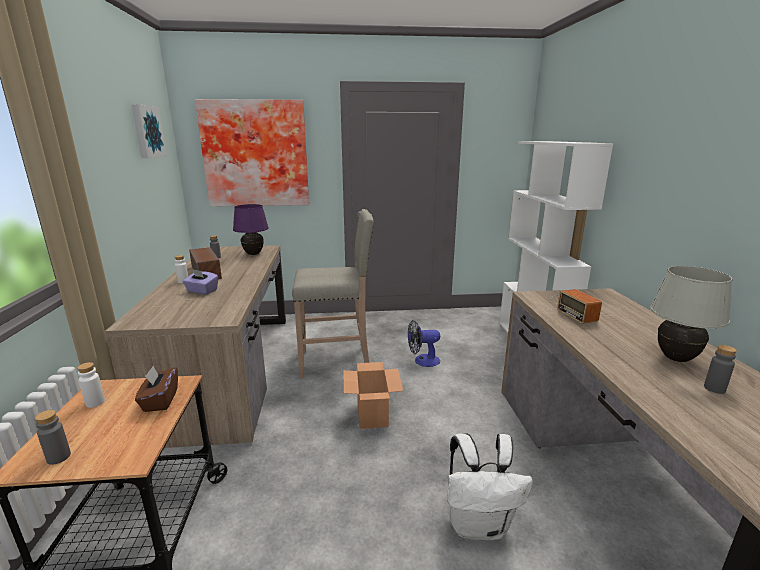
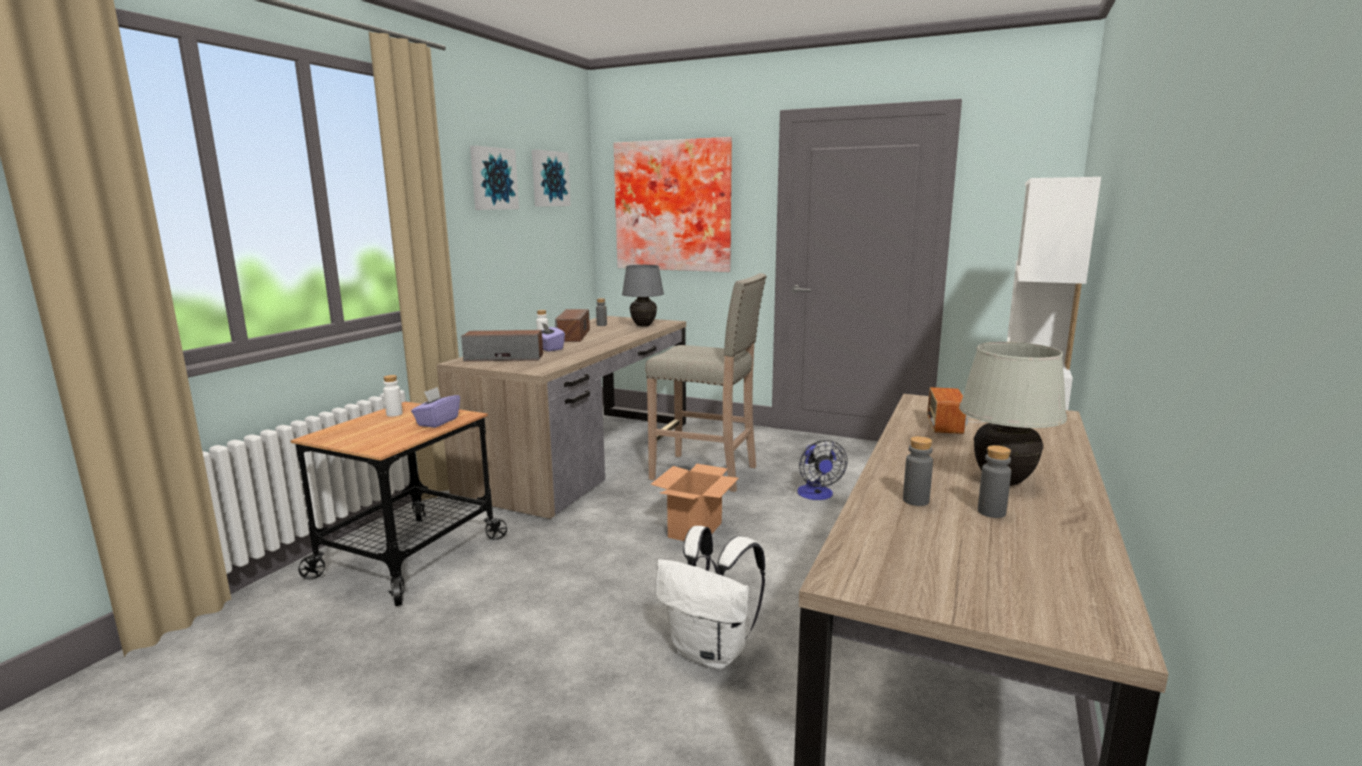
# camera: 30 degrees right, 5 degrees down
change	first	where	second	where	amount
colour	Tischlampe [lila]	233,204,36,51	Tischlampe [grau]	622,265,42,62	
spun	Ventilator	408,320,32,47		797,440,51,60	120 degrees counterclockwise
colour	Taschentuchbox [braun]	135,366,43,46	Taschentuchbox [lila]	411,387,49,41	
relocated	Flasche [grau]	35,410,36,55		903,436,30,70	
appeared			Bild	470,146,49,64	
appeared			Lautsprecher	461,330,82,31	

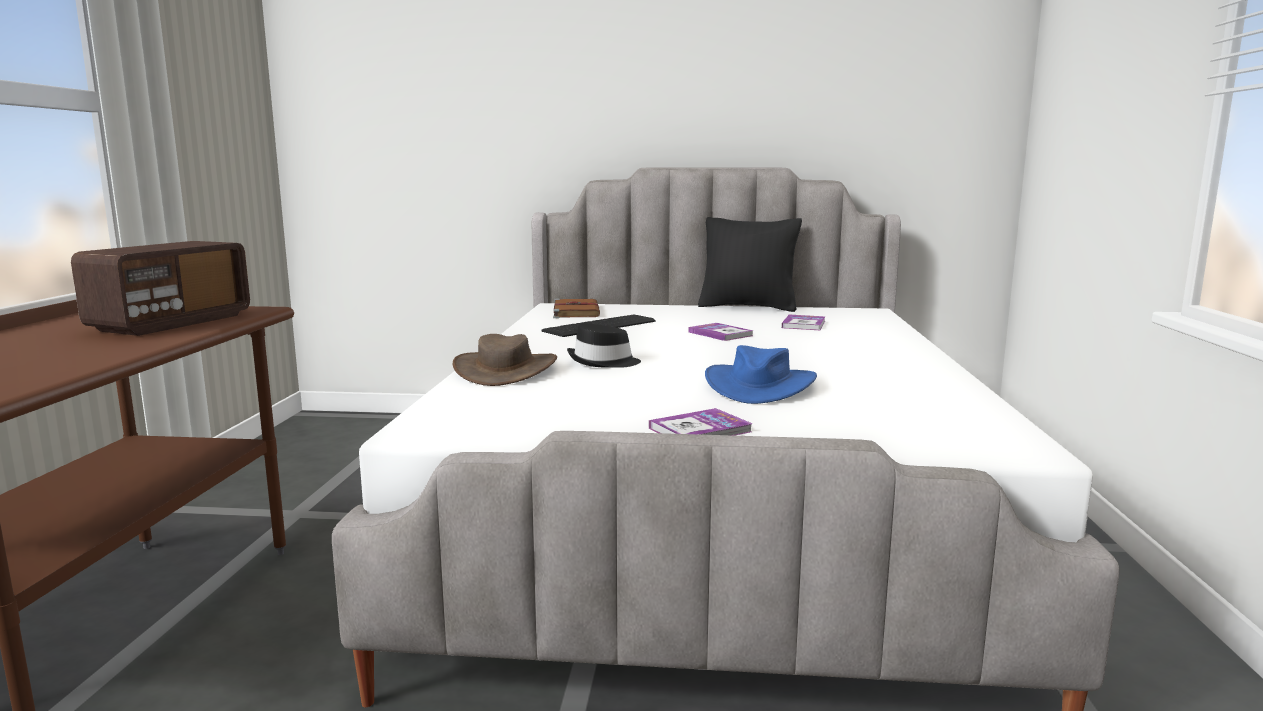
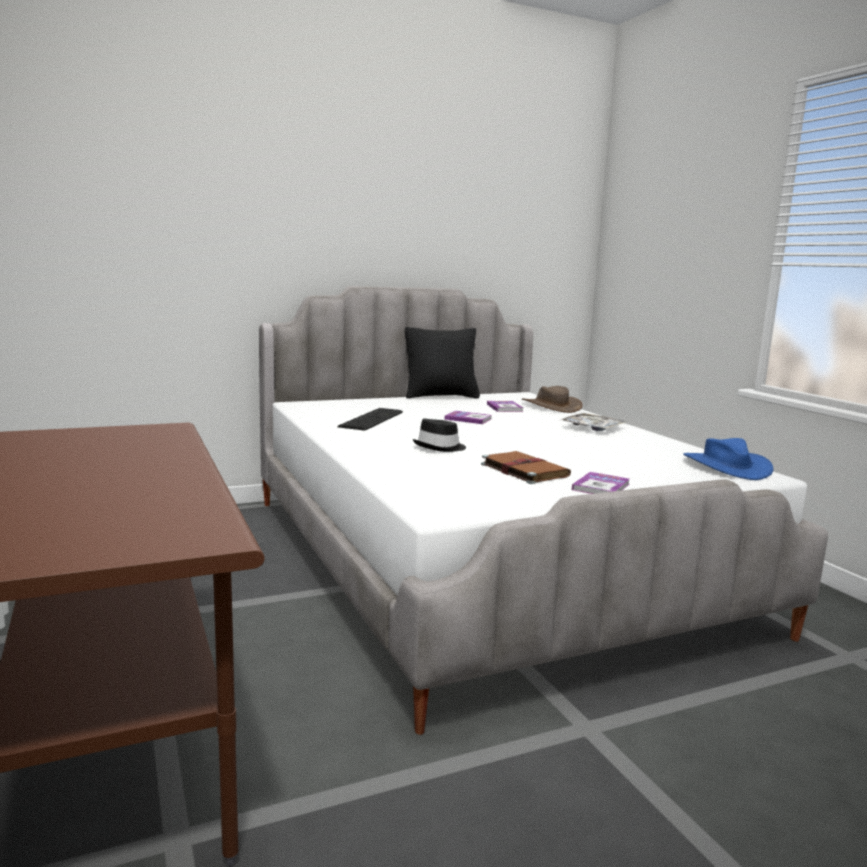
# camera: 30 degrees left, 0 degrees up
change	first	where	second	where	amount
missing	Radio	71,241,179,95			
relocated	Buch [braun]	553,299,47,19		481,451,90,33	
relocated	Hut [braun]	453,334,104,52		522,386,61,27	
relocated	Hut [blau]	705,345,112,59		683,438,90,42	
appeared			Tablett	561,413,66,18	

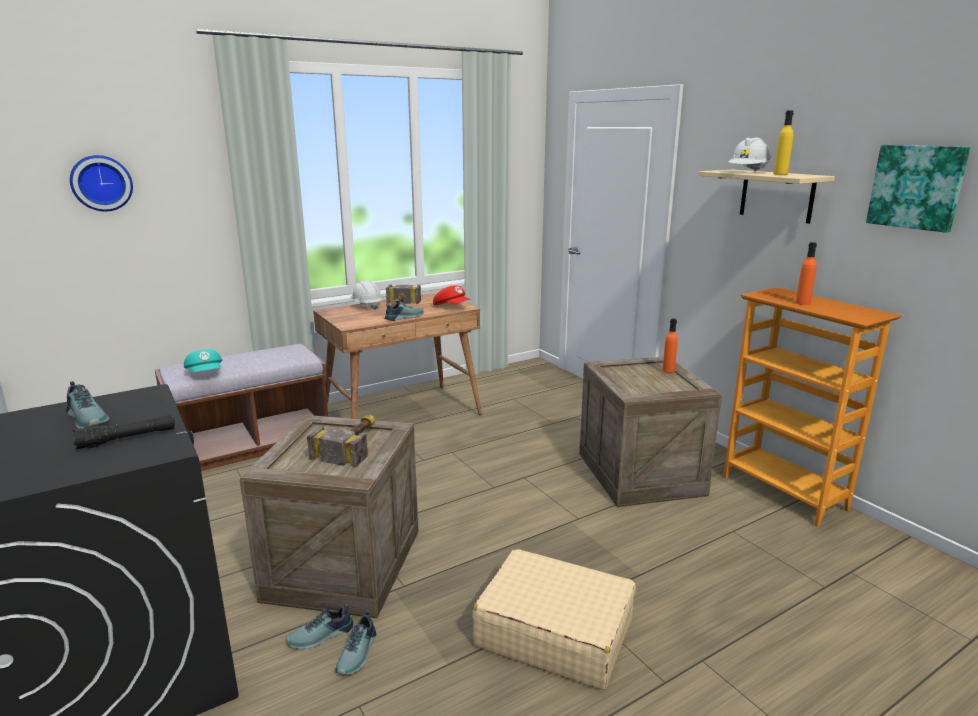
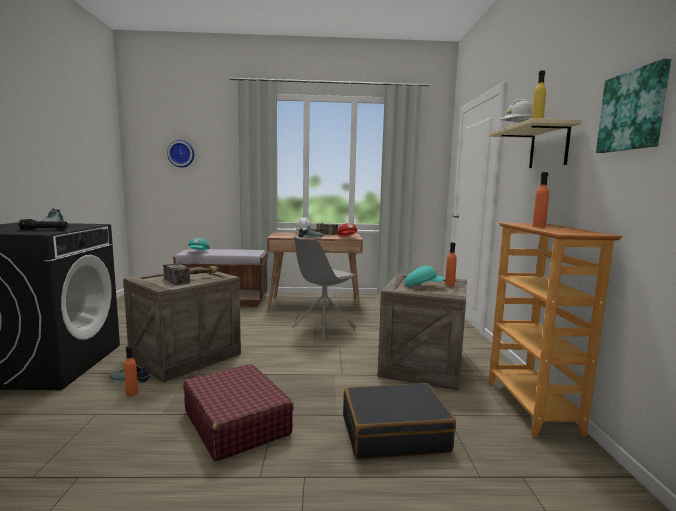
# camera: 30 degrees right, 10 degrees down
change	first	where	second	where	amount
colour	Koffer [beige]	472,549,164,141	Koffer [rot]	183,364,111,97	
exchanged	Schuh	335,611,41,64	Flasche [orange]	124,346,14,50	
appeared			Stuhl [grau]	292,236,64,104	
appeared			Kappe [türkis]	405,266,41,20	
appeared			Koffer [schwarz]	343,383,113,77	

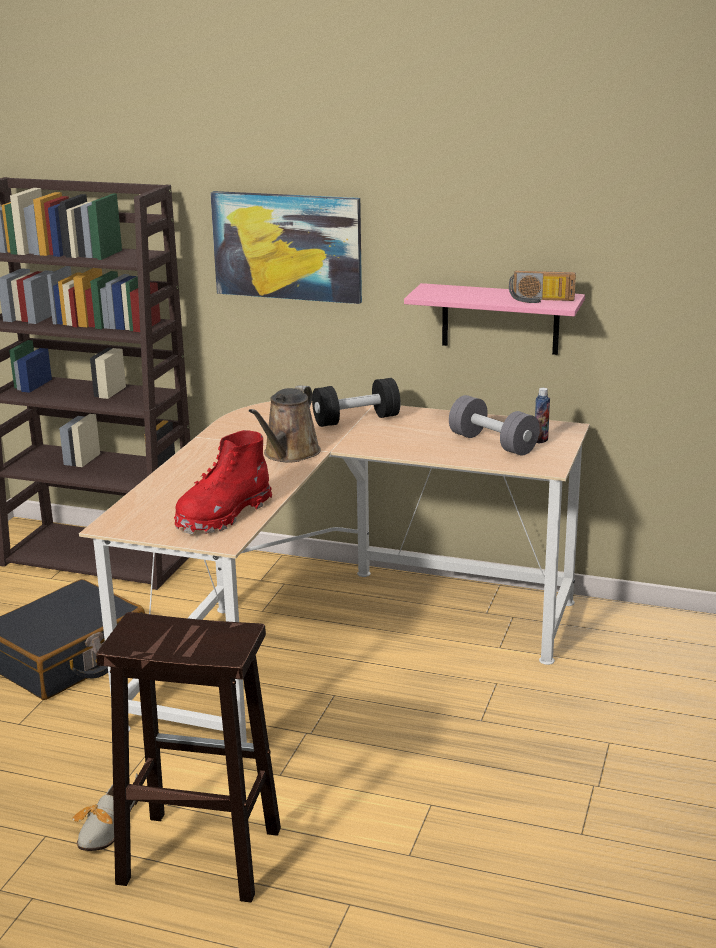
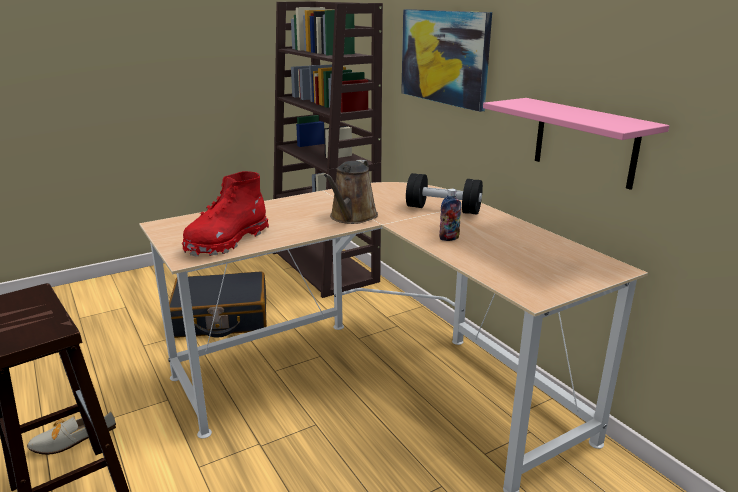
# camera: 40 degrees right, 0 degrees up
change	first	where	second	where	amount
missing	Radio	509,271,67,32			
spun	Gießkanne [braun]	249,385,72,77		324,160,54,64	45 degrees counterclockwise
relocated	Flasche	535,388,15,56		439,189,22,52	
missing	Hantel [grau]	449,395,91,61			
spun	Stiefel [rot]	174,430,98,104		182,171,87,86	45 degrees counterclockwise

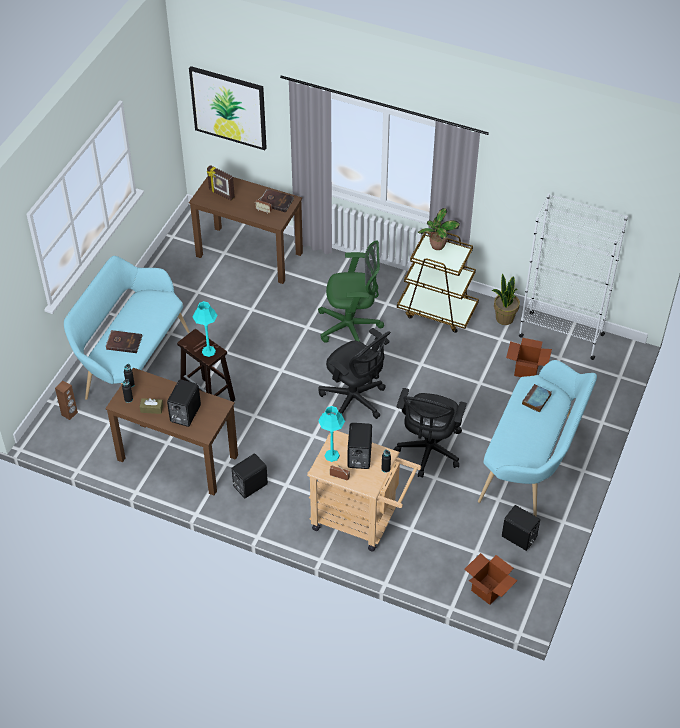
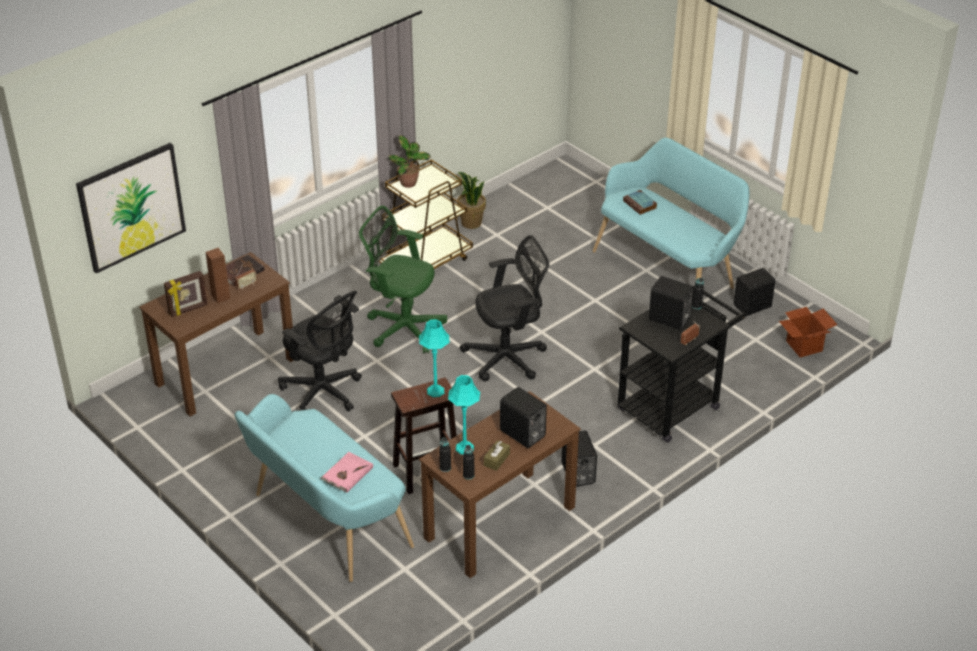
# camera: 65 degrees left, 10 degrees down
change	first	where	second	where	amount
missing	Bücherregal [weiß]	519,193,109,167			
spun	Bürostuhl [grün]	318,241,66,102		359,206,88,147	90 degrees counterclockwise
colour	Buch [braun]	106,330,37,23	Buch [rosa]	320,452,53,41	
missing	Karton	506,338,46,39			
relocated	Lautsprecher [braun]	55,381,23,39		205,248,25,55	
relocated	Bürostuhl [schwarz]	394,388,73,90		278,291,84,120	
relocated	Tischlampe [türkis]	318,406,27,56		448,375,32,79	
colour	Rollwagen [beige]	307,430,114,121	Rollwagen [schwarz]	618,291,128,152	

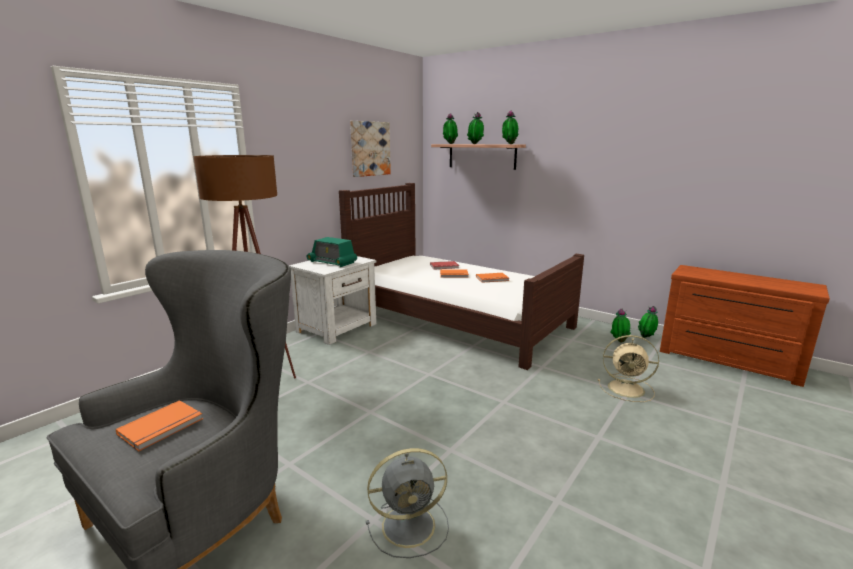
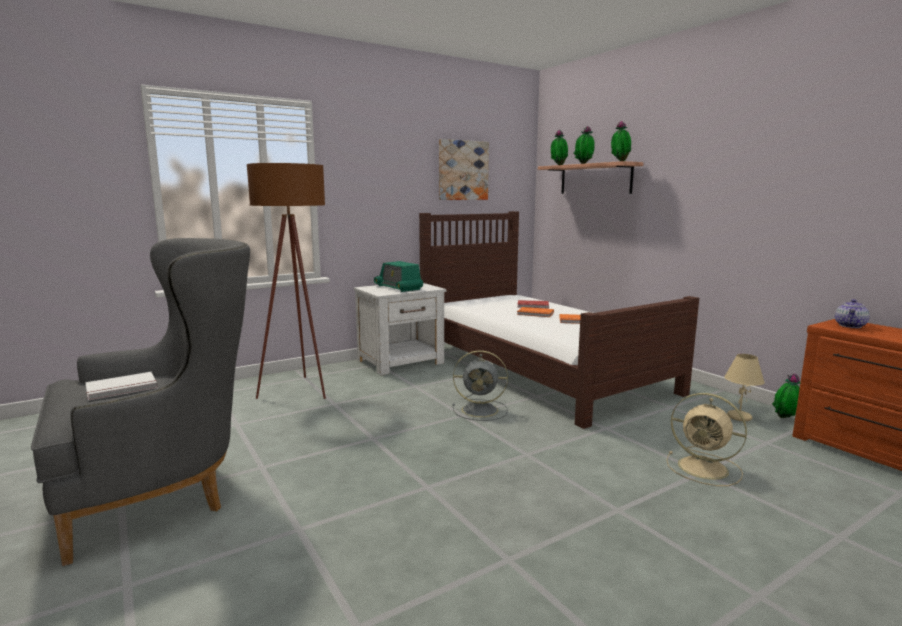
# camera: 20 degrees right, 5 degrees down
change	first	where	second	where	amount
exchanged	Topfpflanze	610,309,21,34	Tischlampe [beige]	724,354,41,67	
colour	Buch [orange]	116,400,87,51	Buch [weiß]	85,372,72,29	
relocated	Ventilator [grau]	366,448,83,110		453,351,55,70	
appeared			Teekanne	835,299,35,29	

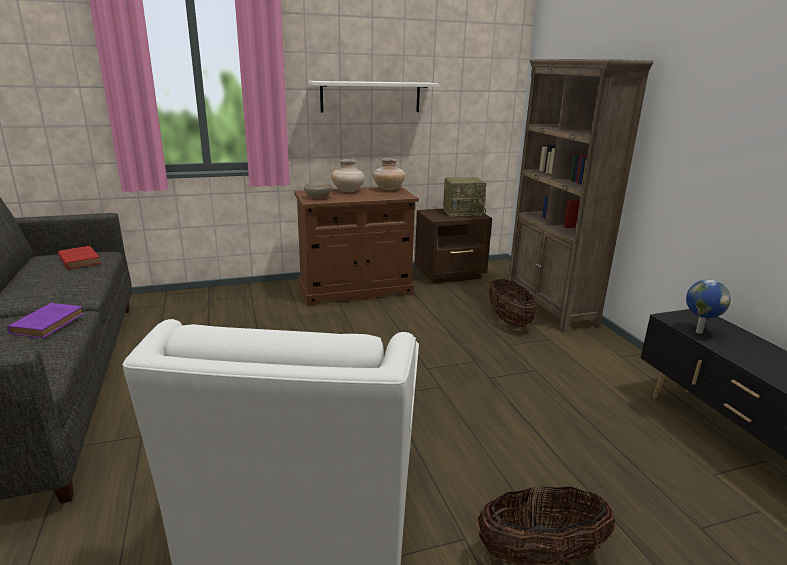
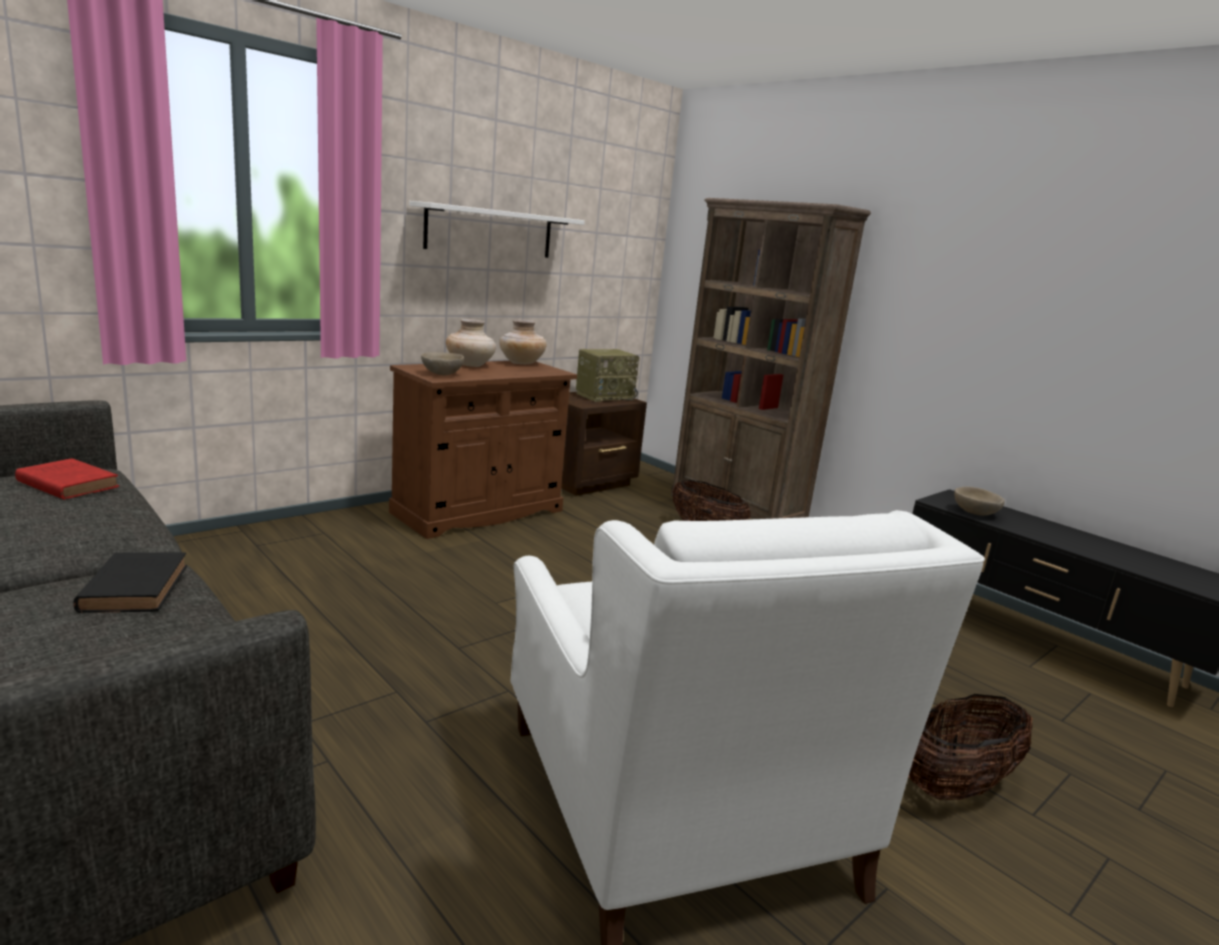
# camera: 25 degrees left, 5 degrees down
change	first	where	second	where	amount
exchanged	Globus	686,279,45,55	Schüssel [beige]	954,487,51,29	
colour	Buch [lila]	7,303,77,35	Buch [schwarz]	74,552,113,61	

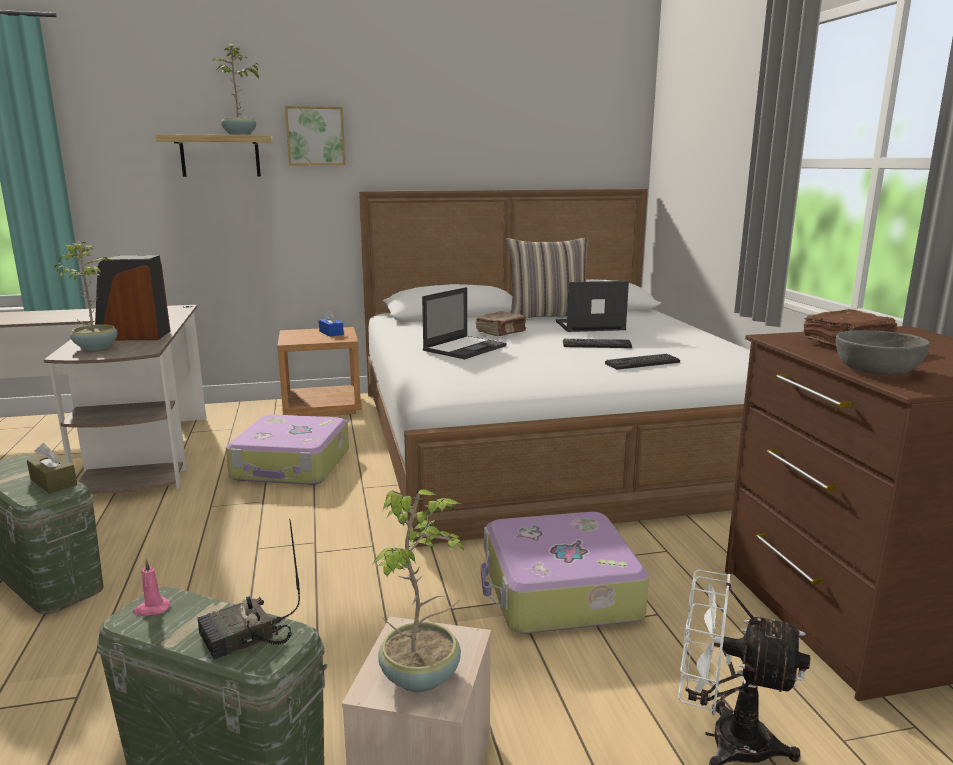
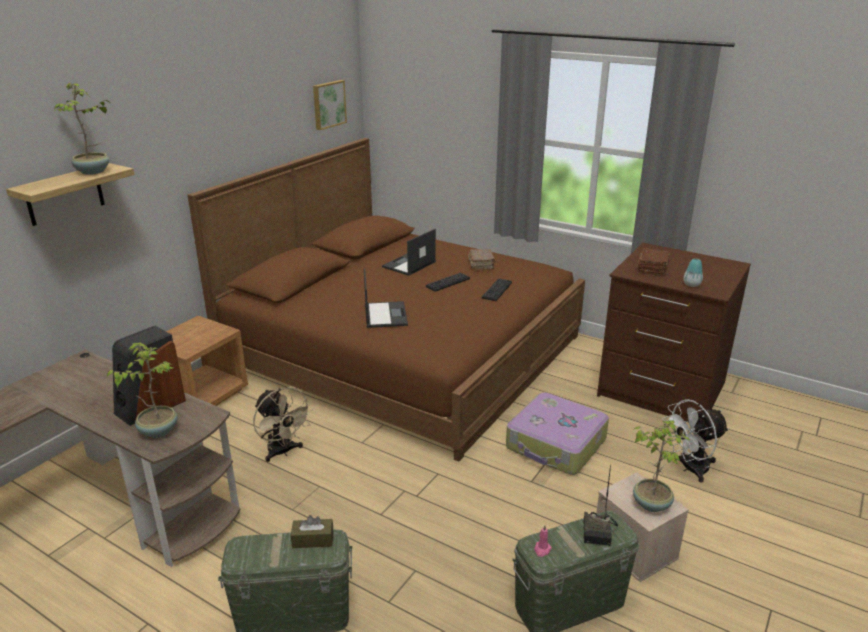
# camera: 45 degrees left, 10 degrees up
change	first	where	second	where	amount
relocated	Bild	285,106,60,59		313,80,34,50	
colour	Bett [weiß]	359,189,391,358	Bett [braun]	188,138,397,323	
missing	Kissen	506,237,82,81			
missing	Taschentuchbox [blau]	319,310,25,27			
relocated	Buch [braun]	476,311,50,25		468,249,28,21	
exchanged	Schüssel [grau]	836,330,94,45	Vase	683,259,20,28	
exchanged	Koffer	226,414,123,71	Ventilator [beige]	253,387,60,75	

